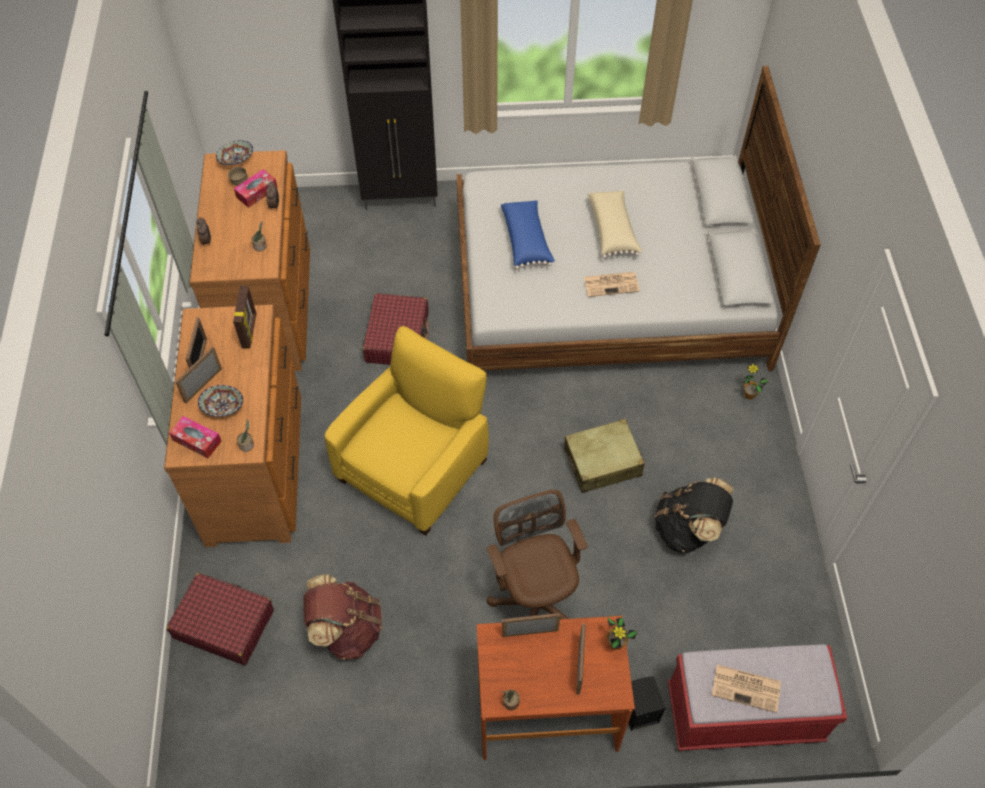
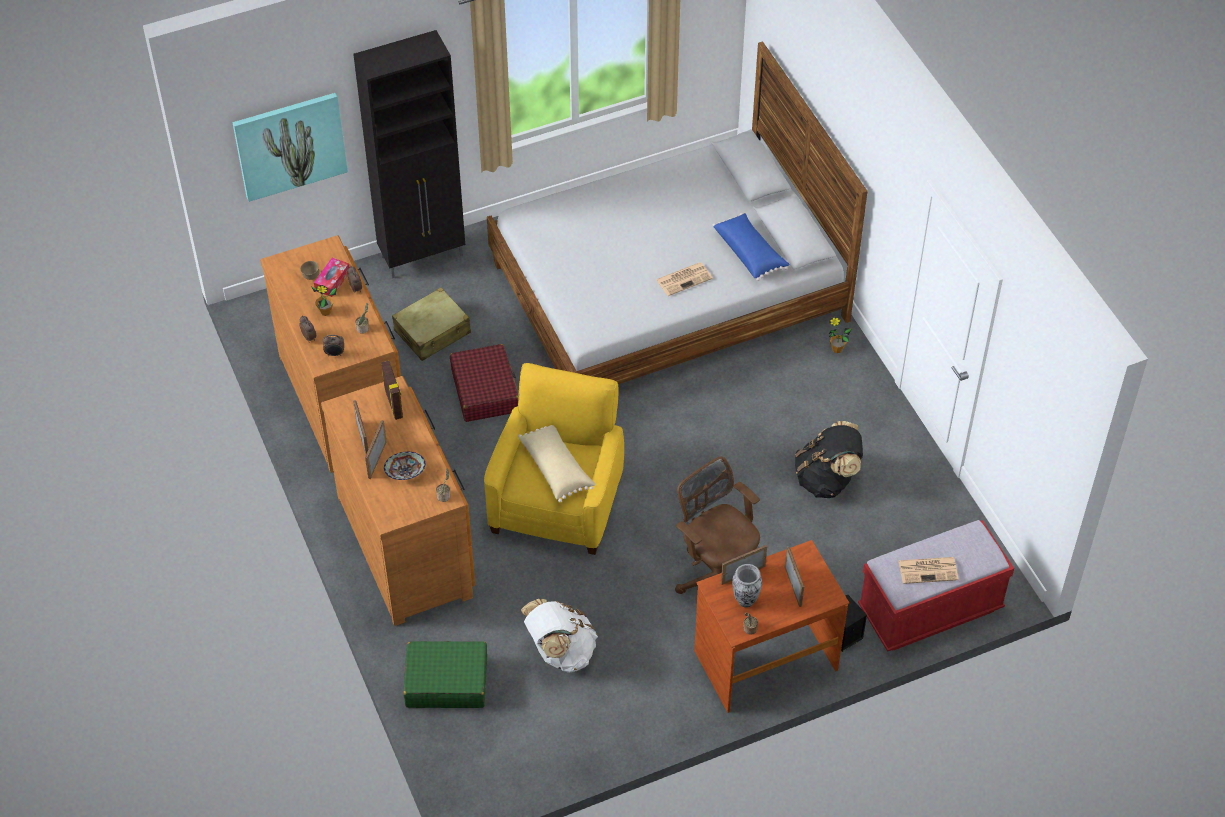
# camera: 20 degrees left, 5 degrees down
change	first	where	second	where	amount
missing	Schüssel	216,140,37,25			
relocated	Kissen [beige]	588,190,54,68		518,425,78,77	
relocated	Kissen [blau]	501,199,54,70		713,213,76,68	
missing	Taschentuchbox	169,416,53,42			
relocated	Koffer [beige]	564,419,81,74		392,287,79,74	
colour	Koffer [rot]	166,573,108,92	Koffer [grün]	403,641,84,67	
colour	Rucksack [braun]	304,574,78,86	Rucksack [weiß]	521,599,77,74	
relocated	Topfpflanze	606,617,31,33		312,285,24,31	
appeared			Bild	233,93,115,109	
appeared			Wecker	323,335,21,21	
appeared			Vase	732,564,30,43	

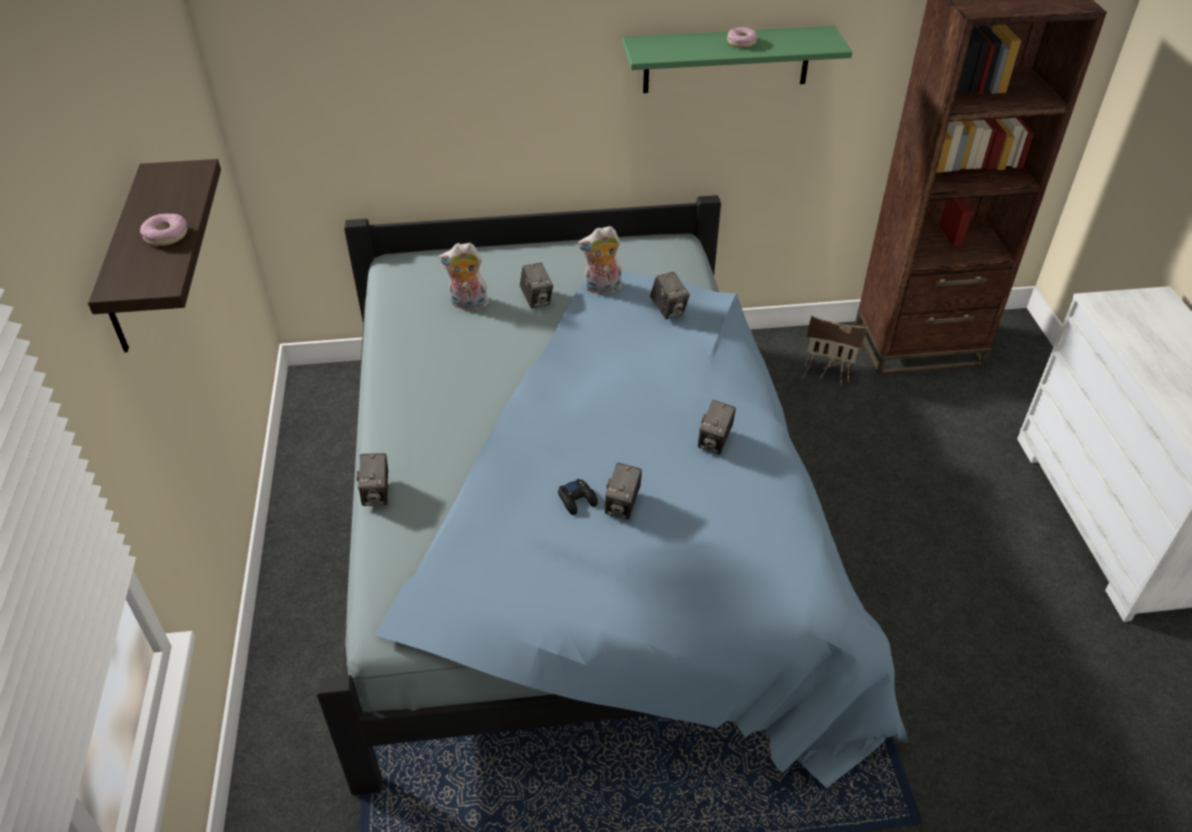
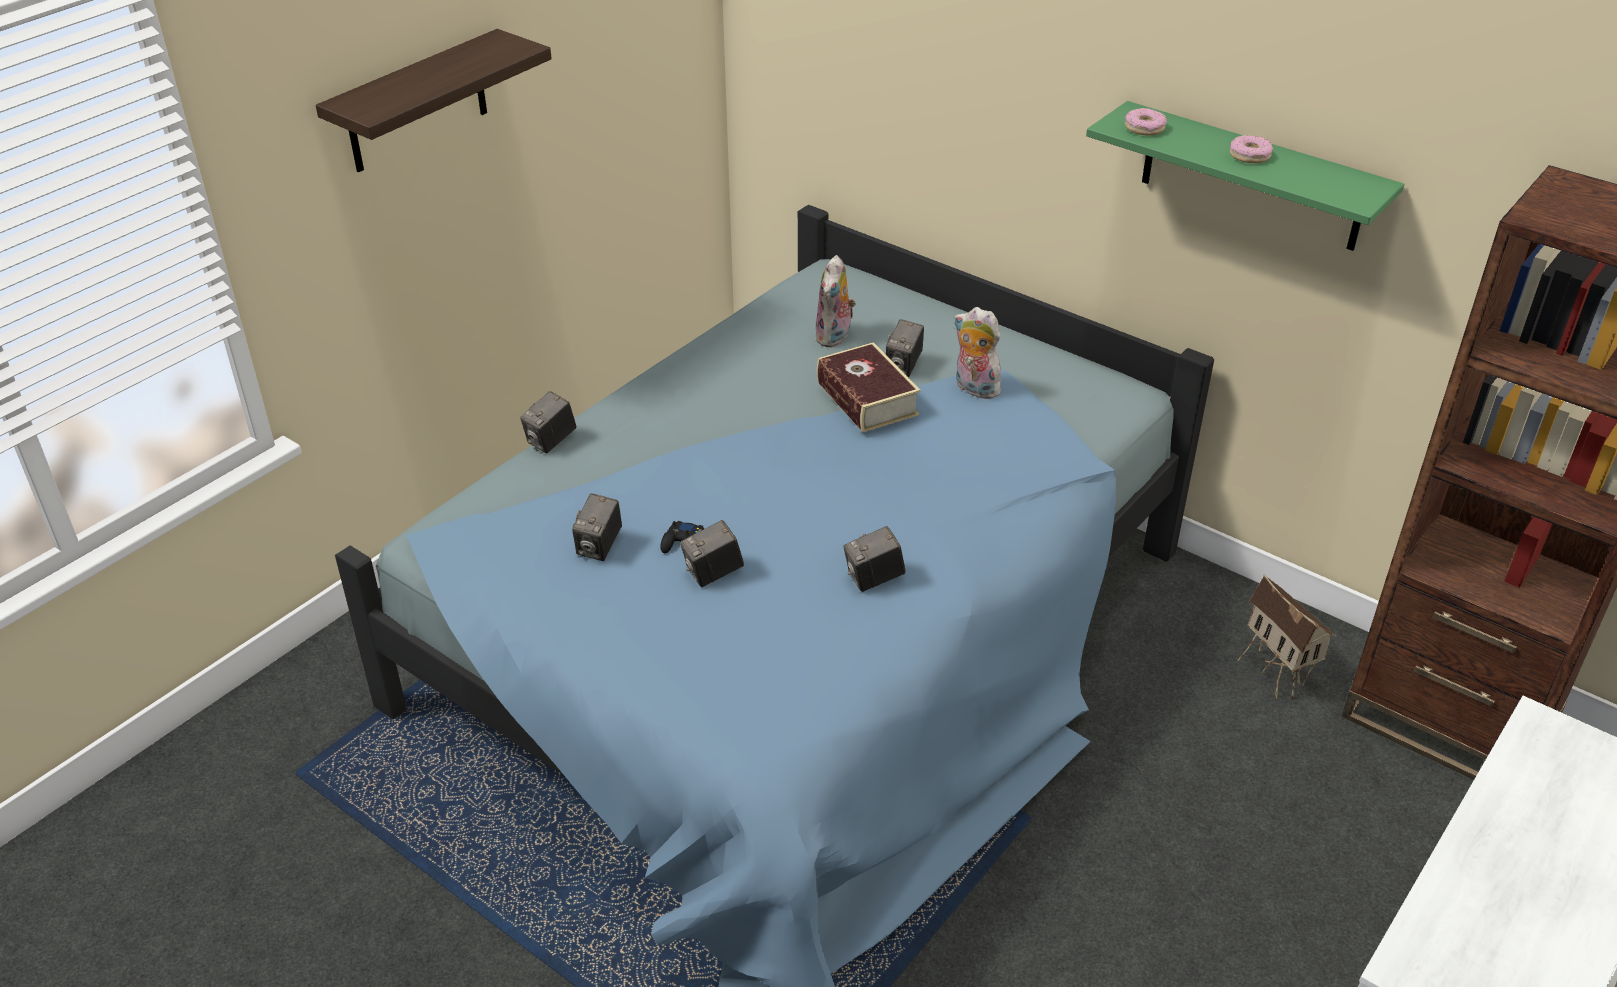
# camera: 45 degrees right, 5 degrees down
change	first	where	second	where	amount
relocated	Donut	140,213,47,33		1125,108,42,27	
spun	Plüschtier	439,243,51,67		815,255,41,93	120 degrees counterclockwise
relocated	Kamera	650,272,40,47		572,493,50,68	
appeared			Buch	817,342,104,90	

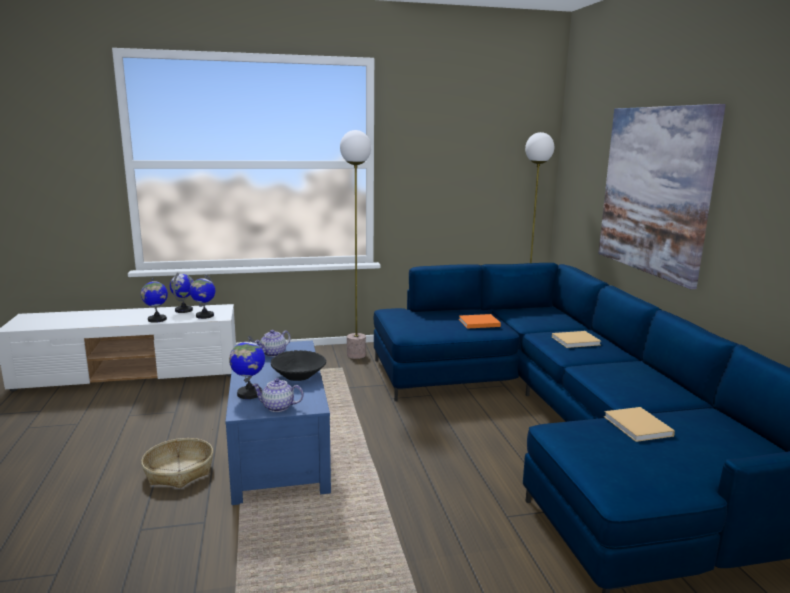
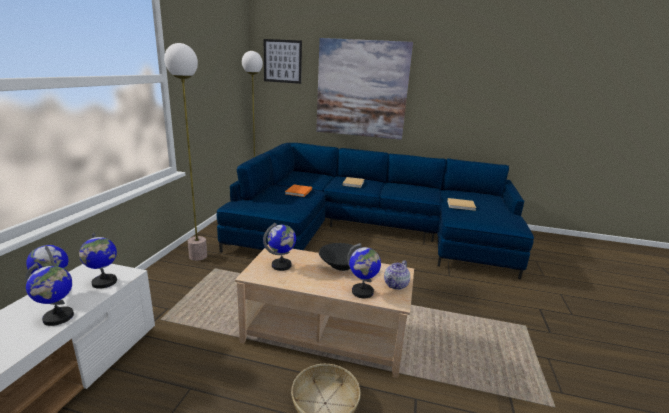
# camera: 65 degrees left, 5 degrees up
change	first	where	second	where	amount
exchanged	Teekanne	254,330,37,27	Globus	263,223,33,48	
colour	Couchtisch [blau]	225,340,106,165	Couchtisch [beige]	235,245,179,133	
appeared			Bild	264,39,38,45	

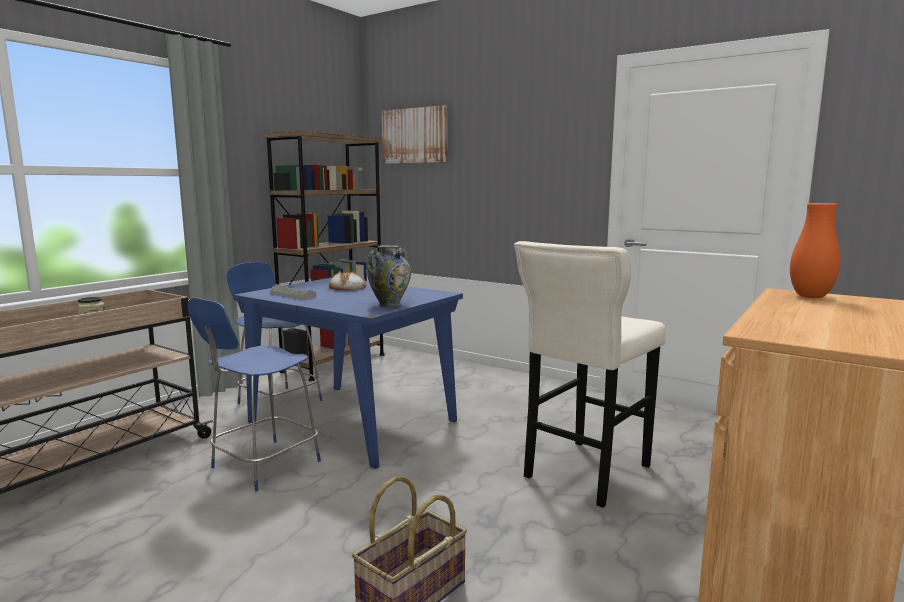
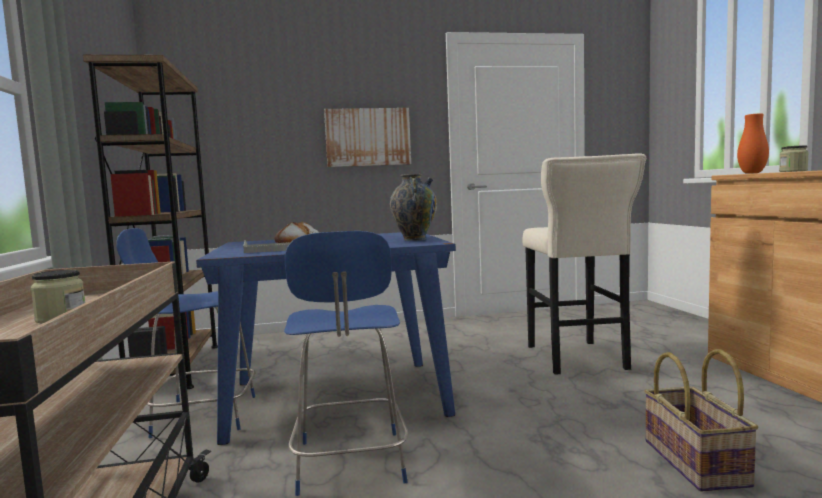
# camera: 45 degrees left, 5 degrees down
change	first	where	second	where	amount
relocated	Bild	382,105,65,59		324,108,87,59	
appeared			Vorratsglas	779,145,30,27	

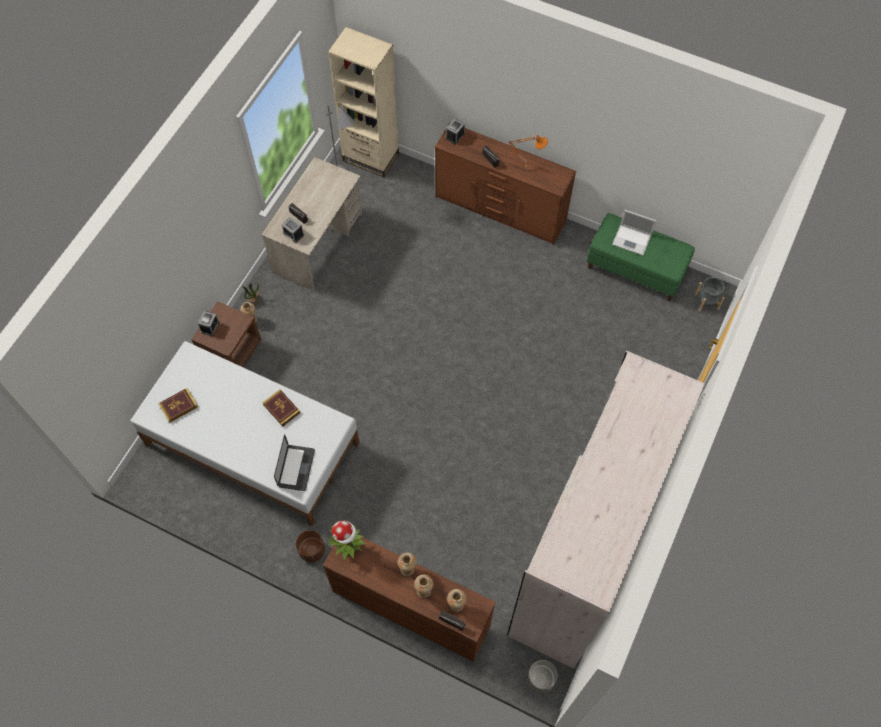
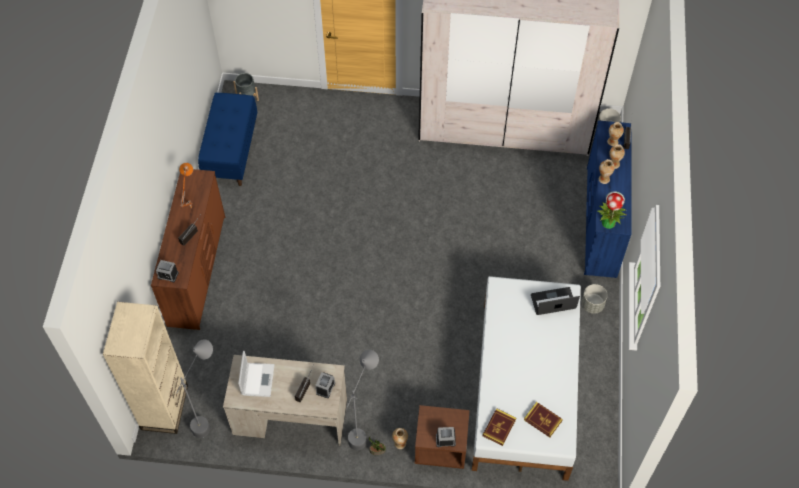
# camera: 110 degrees left, 5 degrees down
change	first	where	second	where	amount
relocated	Laptop	612,210,44,46		238,351,37,46	
colour	Bank [grün]	587,213,108,88	Bank [blau]	198,93,59,93	
relocated	Buch	263,390,37,37		483,408,33,38	
colour	Pflanzkübel [braun]	296,530,29,32	Pflanzkübel [grau]	582,284,26,30	
colour	Kommode [braun]	323,537,173,125	Kommode [blau]	584,121,47,157	
appeared			Stehlampe [grau]	347,350,32,100	

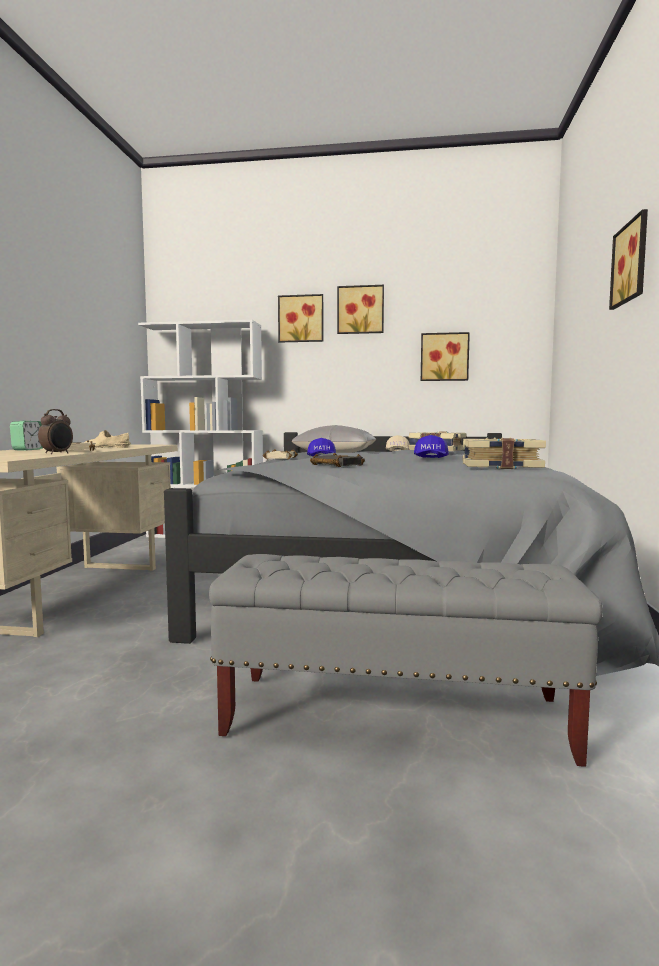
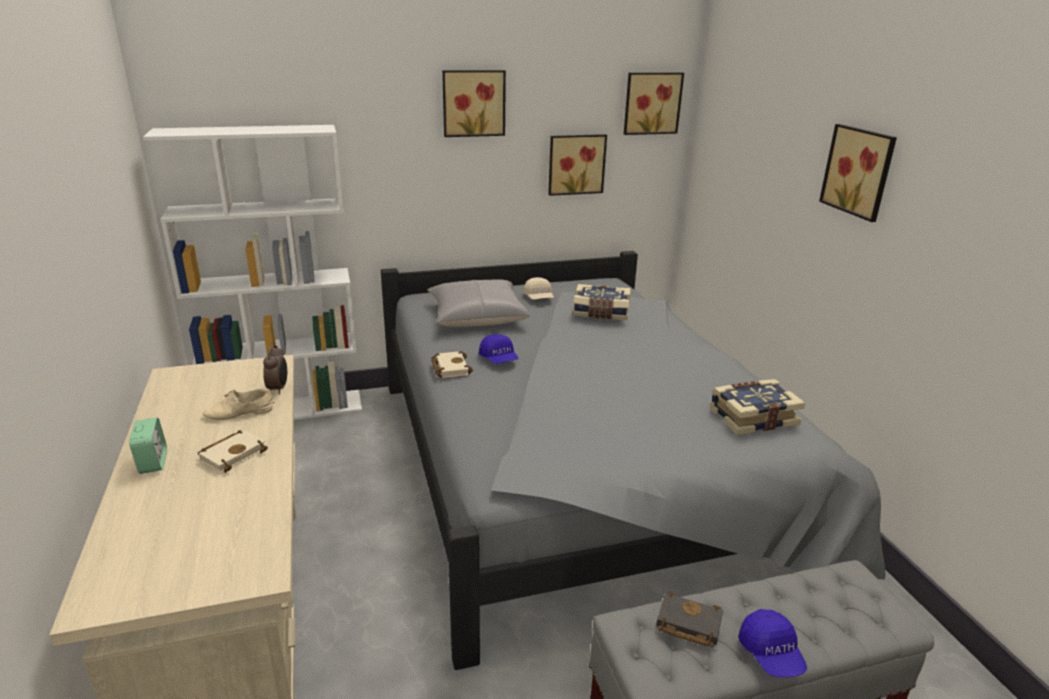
# camera: 25 degrees left, 20 degrees up
change	first	where	second	where	amount
relocated	Bild	278,294,45,49		624,72,60,63	
relocated	Wecker	38,409,35,45		263,345,24,49	
relocated	Kappe [blau]	414,435,35,23		738,609,69,68	
relocated	Buch [schwarz]	310,453,55,14		656,592,67,55	

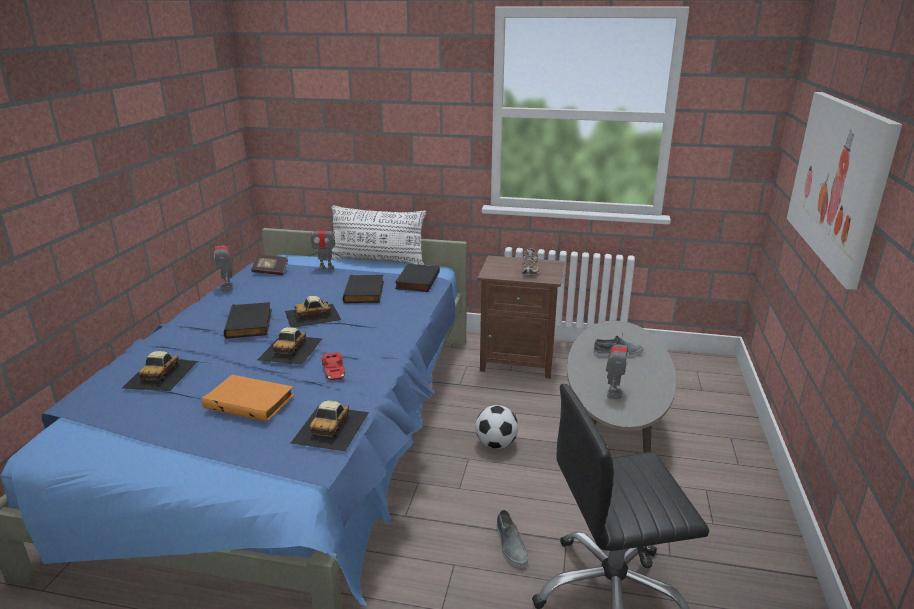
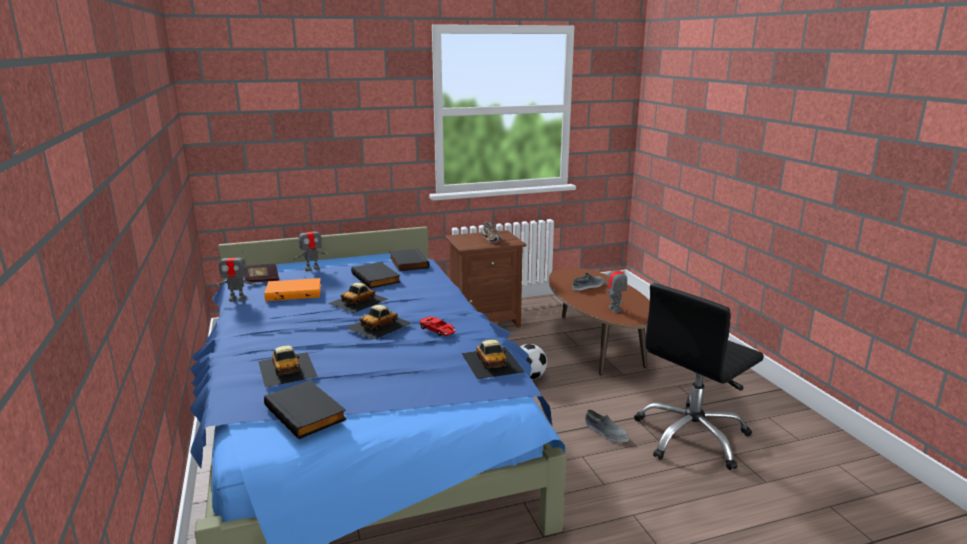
# camera: 30 degrees left, 5 degrees down
change	first	where	second	where	amount
missing	Bild	787,92,115,198			
missing	Kissen [weiß]	331,205,95,60			
spun	Spielzeugroboter	214,234,19,57		216,249,40,53	45 degrees counterclockwise
relocated	Buch [schwarz]	224,302,48,37		264,380,83,59	
colour	Couchtisch [grau]	567,321,109,132	Couchtisch [braun]	549,267,101,109	
spun	Spielzeugauto	258,327,64,38		345,305,67,35	60 degrees clockwise
relocated	Buch [orange]	202,375,92,47		264,278,57,23	

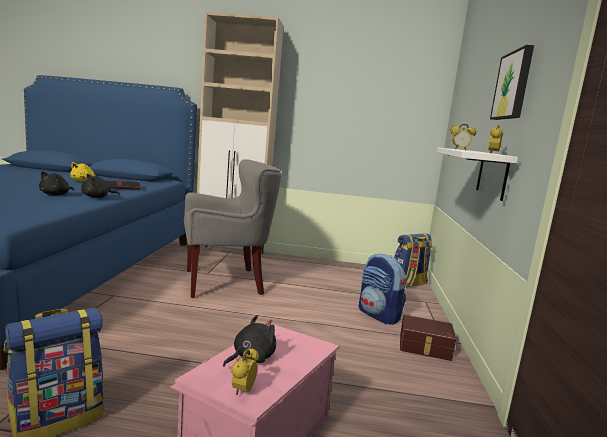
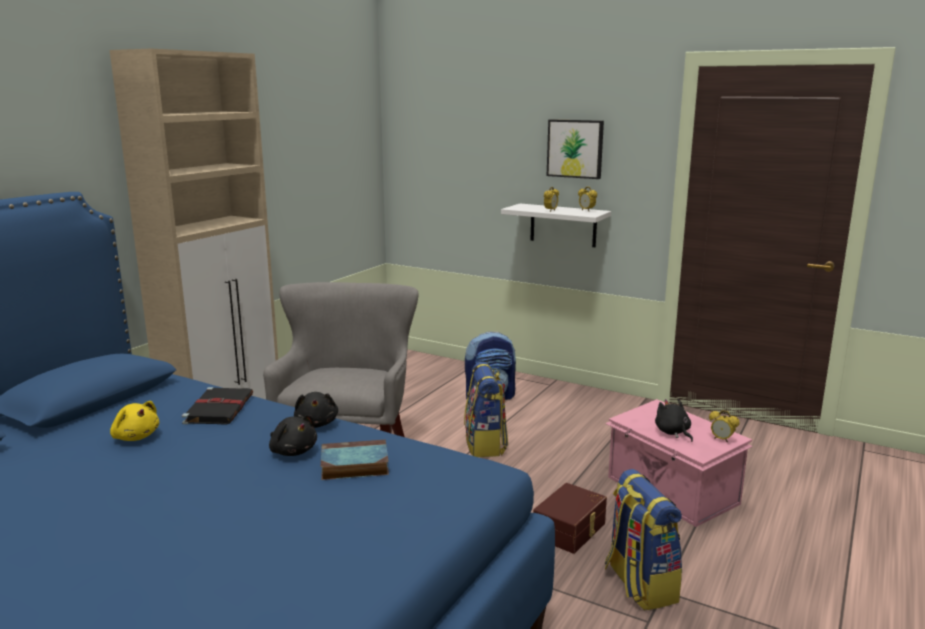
# camera: 65 degrees left, 5 degrees up
change	first	where	second	where	amount
relocated	Rucksack	394,233,38,54		464,362,44,95	
relocated	Aufbewahrungsbox [braun]	400,315,56,46		533,483,74,71	
appeared			Buch	321,439,68,41	

